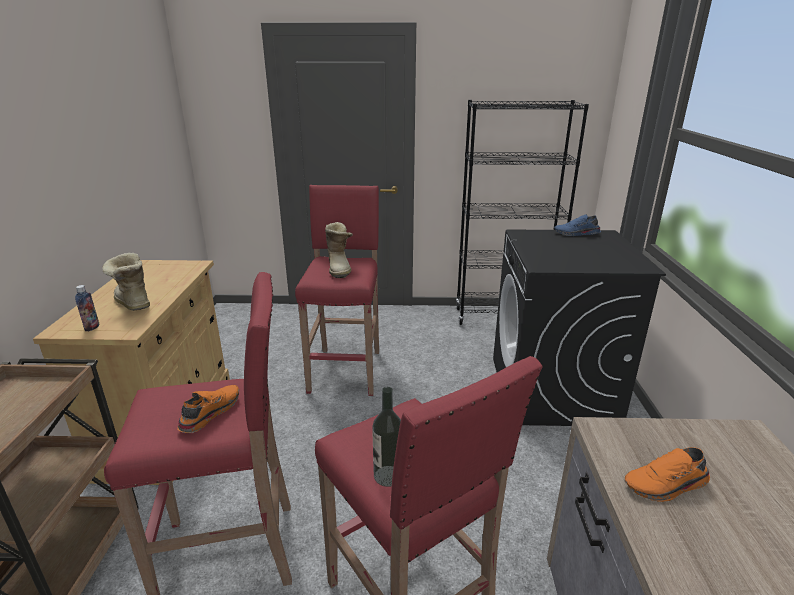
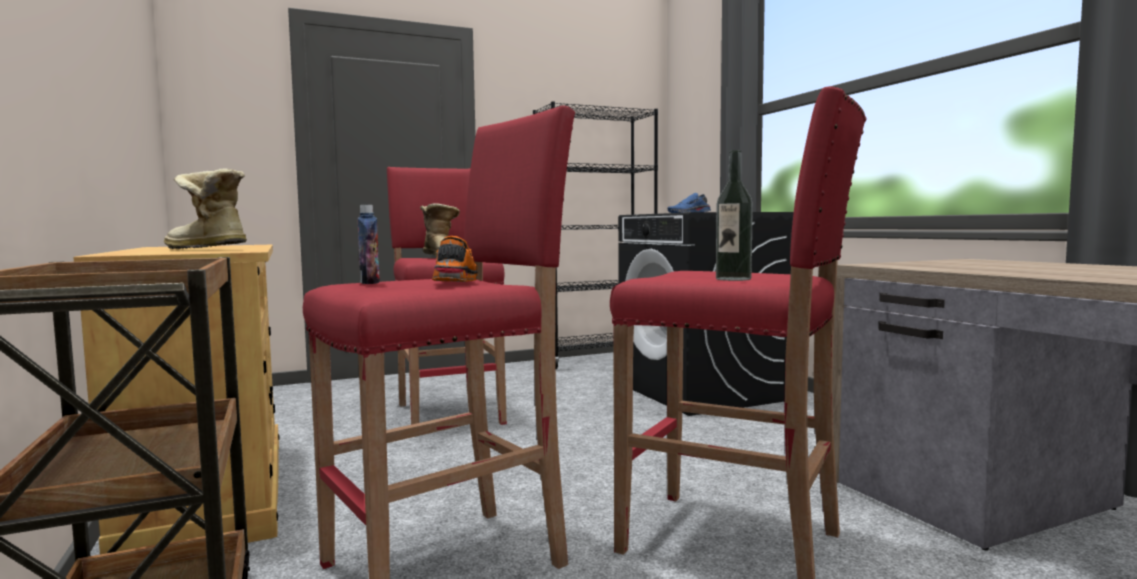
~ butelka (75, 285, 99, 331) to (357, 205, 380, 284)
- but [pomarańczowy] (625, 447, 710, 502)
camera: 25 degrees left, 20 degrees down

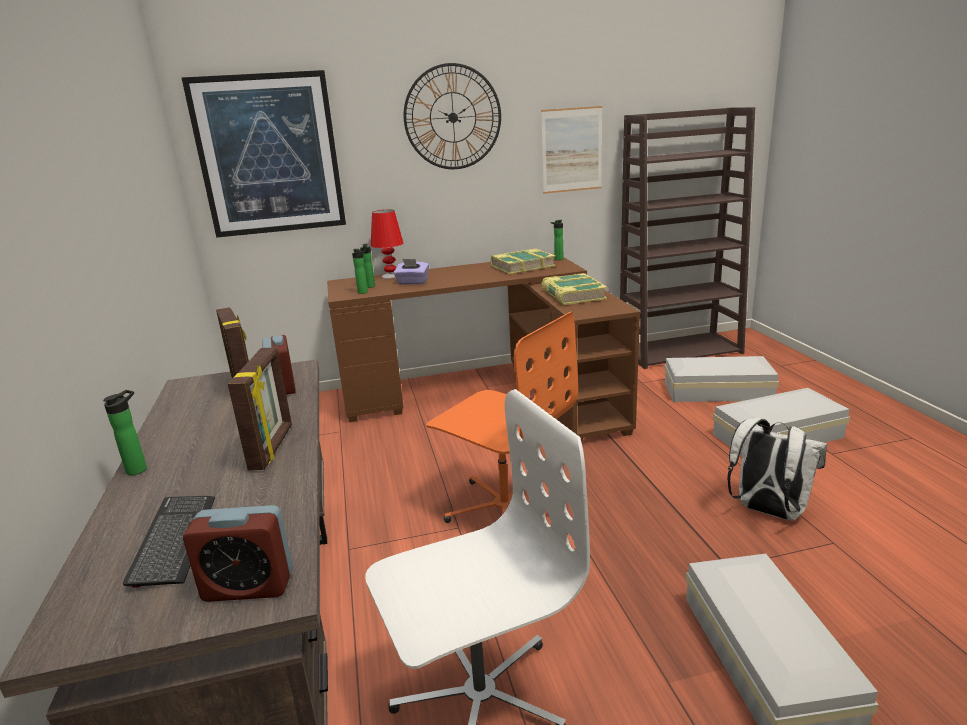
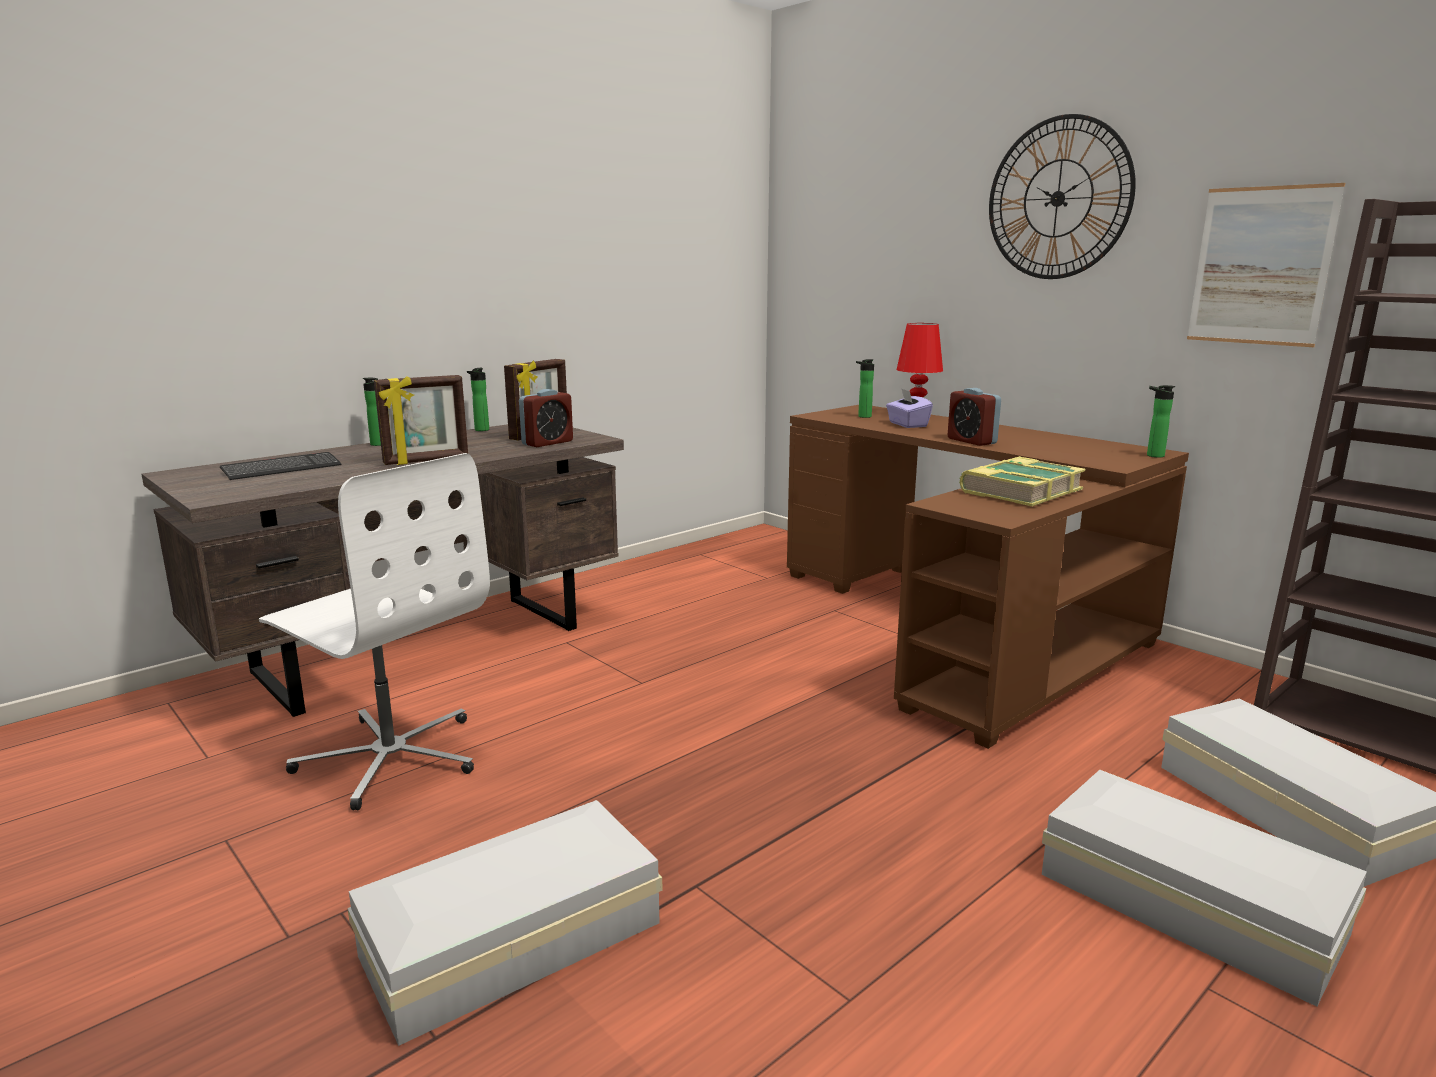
~ butelka (352, 249, 368, 294) to (467, 368, 489, 431)
~ budzik (183, 505, 293, 602) to (948, 388, 1001, 446)
- obraz (182, 70, 346, 238)
- krzesło biurowe [pomarańczowy] (426, 312, 578, 523)
- książka (491, 248, 555, 274)
- plecak [biały] (727, 418, 827, 520)
camera: 60 degrees right, 5 degrees down

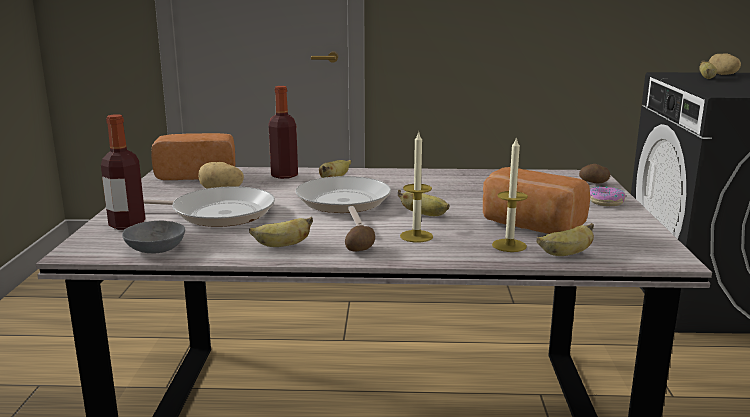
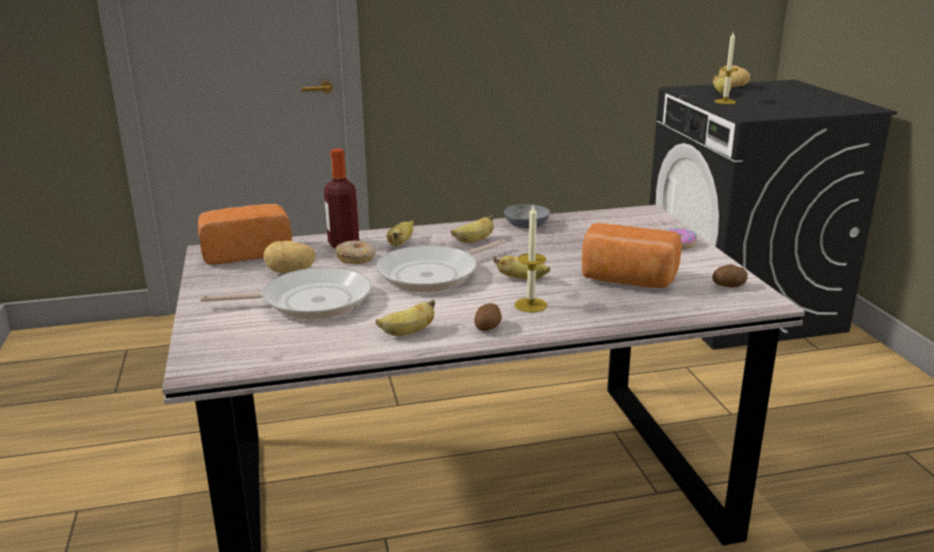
+ donut (335, 241, 376, 264)
~ patelnia (296, 176, 391, 226) = (376, 239, 506, 292) 105 degrees counterclockwise
~ banan (536, 223, 594, 256) to (451, 215, 494, 243)
~ miska [szary] (122, 221, 185, 253) to (504, 204, 550, 228)
~ ziemniak (579, 164, 610, 183) to (712, 264, 748, 288)
~ świeca (492, 136, 528, 252) to (714, 32, 738, 104)
- butelka (101, 114, 145, 230)
camera: 15 degrees left, 5 degrees up

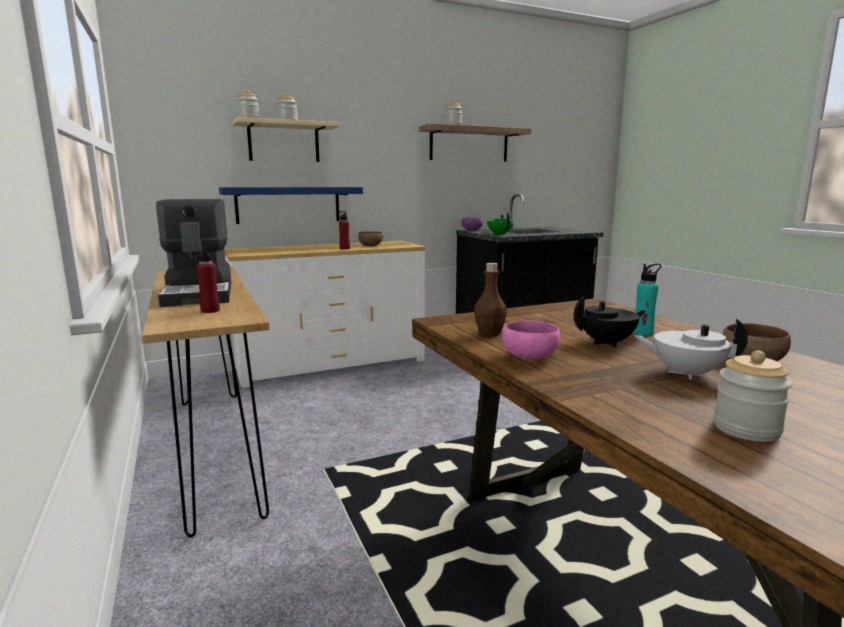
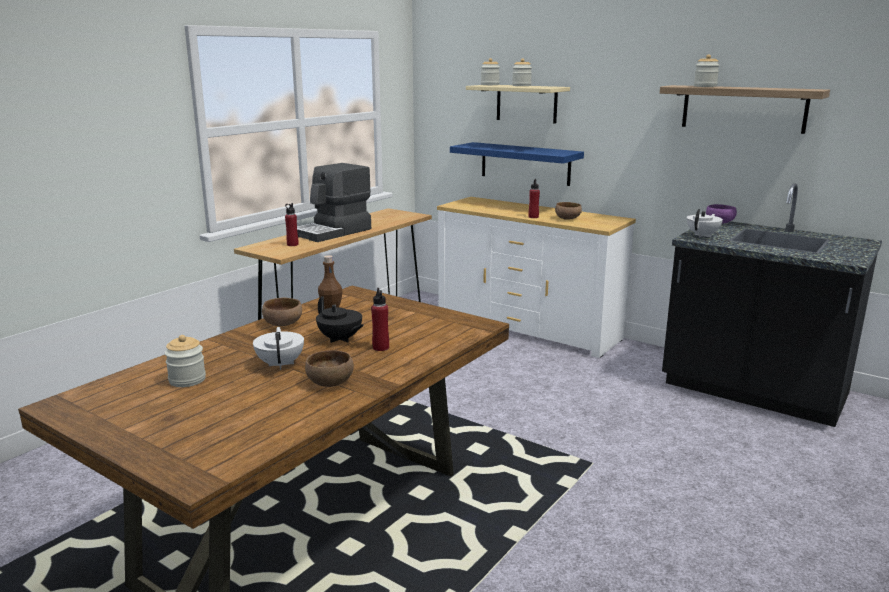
~ miska [różowy] (502, 320, 561, 360) to miska [brązowy] (262, 298, 302, 326)
~ butelka [turkusowy] (633, 264, 661, 337) to butelka [czerwony] (371, 288, 389, 351)
~ imbryk [zielony] (487, 212, 513, 235) to imbryk [biały] (687, 209, 723, 237)
camera: 60 degrees right, 5 degrees up

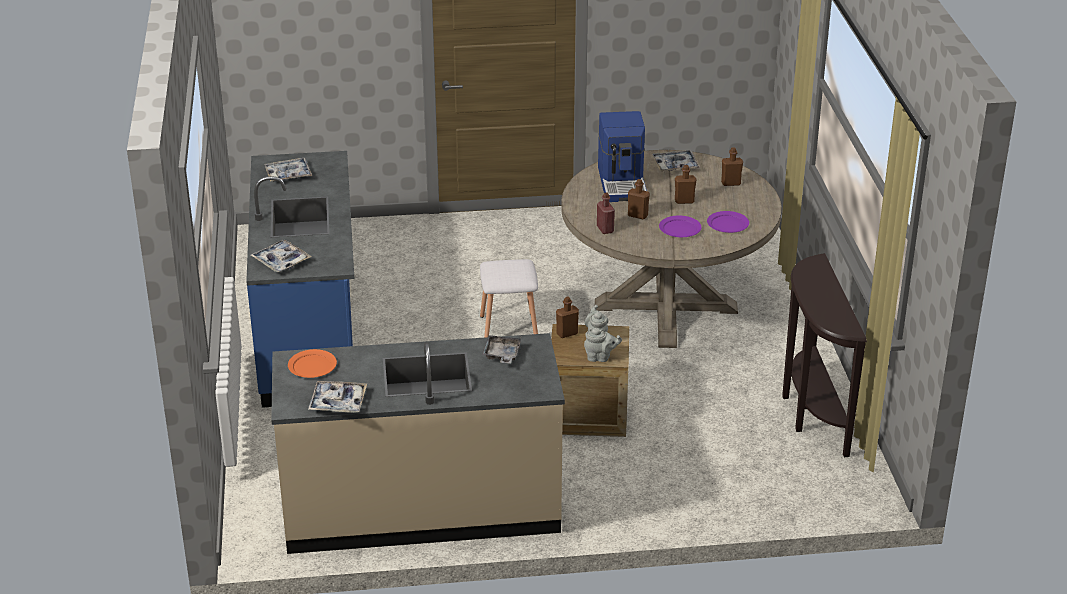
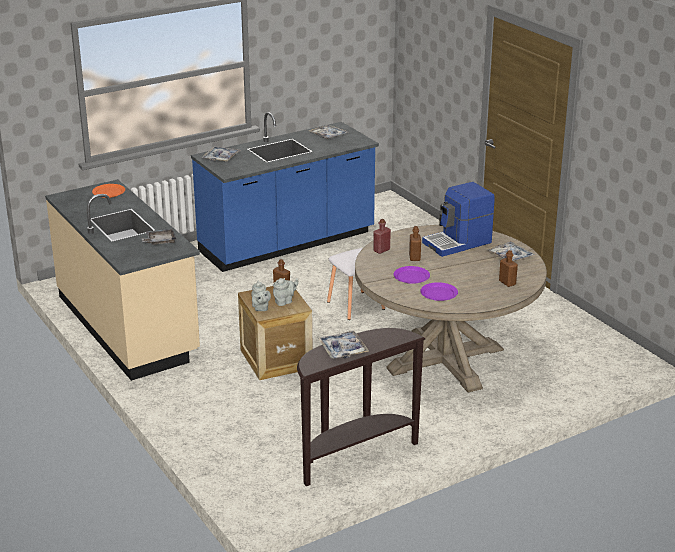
~ taca (308, 381, 367, 413) to (318, 331, 369, 359)
- butelka [brązowy] (675, 165, 697, 204)
camera: 65 degrees right, 5 degrees down

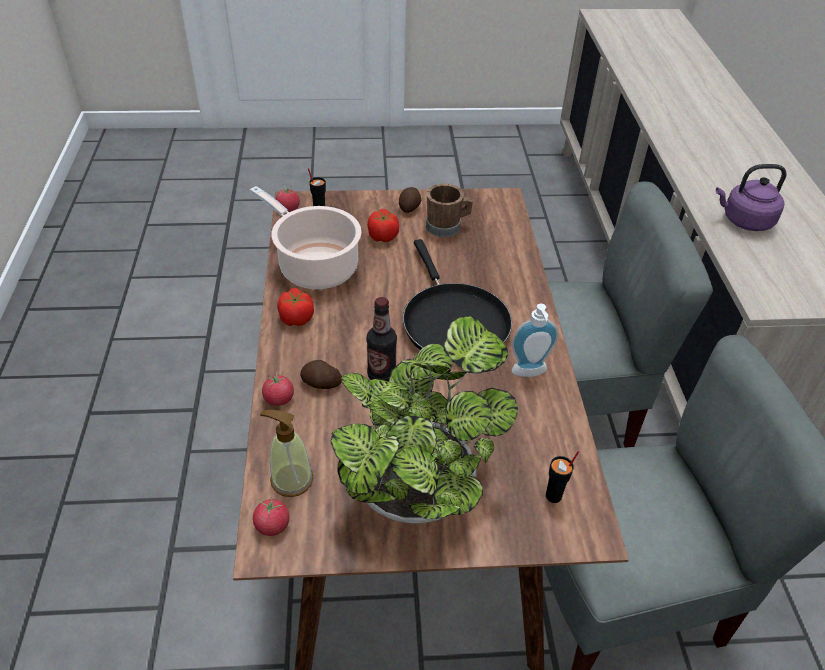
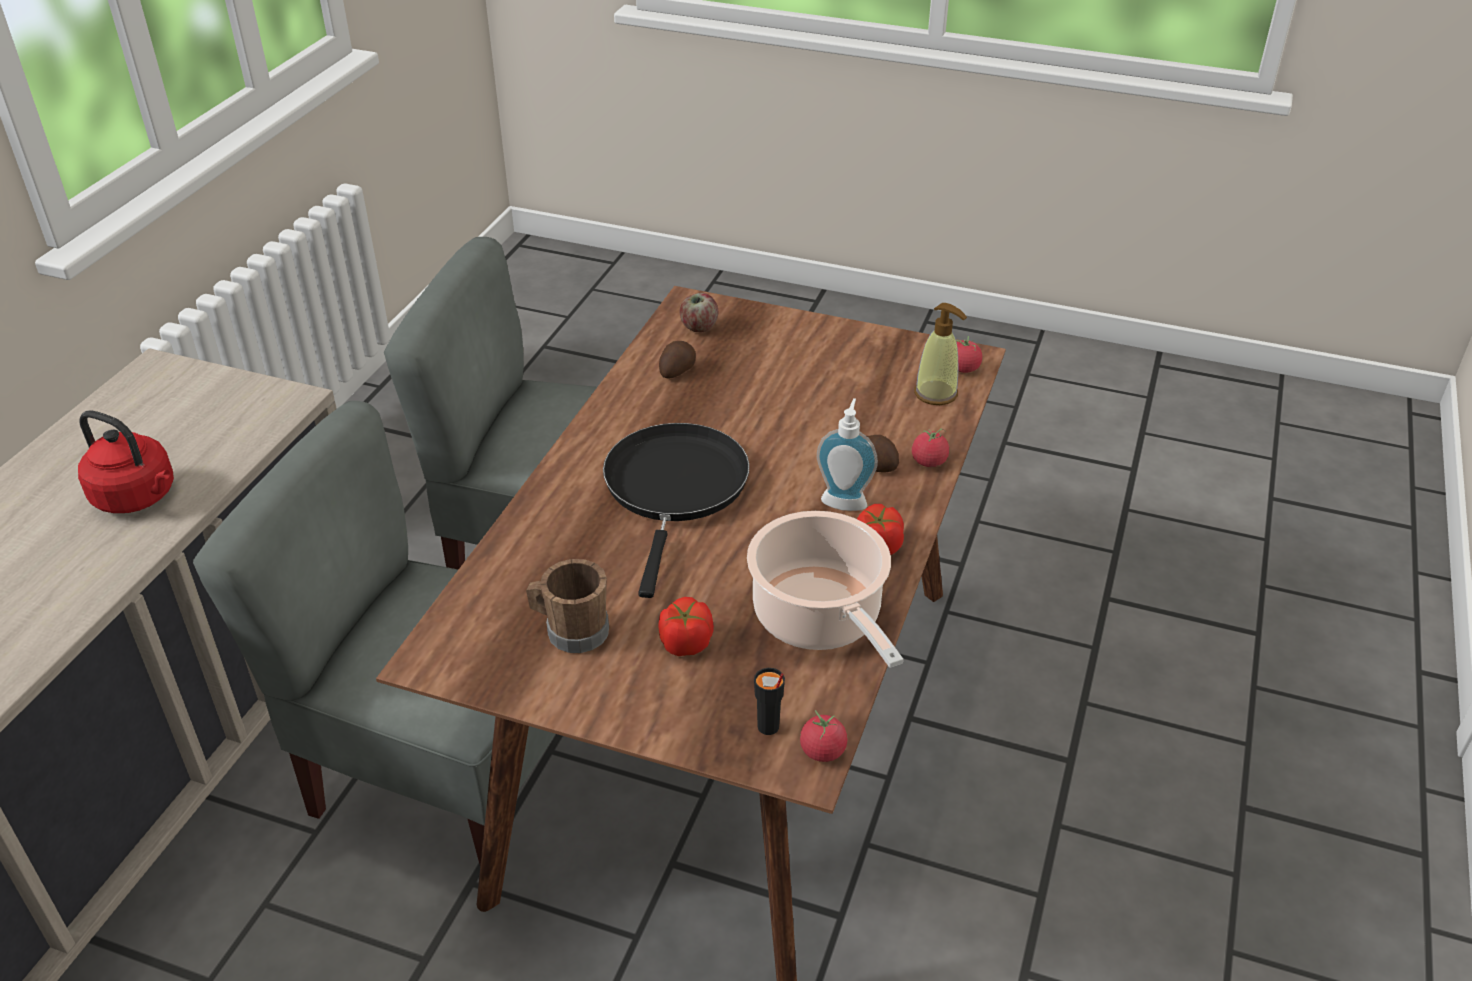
~ czajnik [fioletowy] (716, 164, 787, 231) to czajnik [czerwony] (78, 411, 174, 513)
~ ziemniak (399, 187, 421, 213) to (659, 341, 696, 378)
~ filiżanka [czarny] (546, 451, 579, 503) to jabłko (680, 293, 718, 332)
~ dozownik mydła (511, 304, 559, 377) to (817, 398, 878, 511)
- roślina doniczkowa (330, 315, 518, 524)
- butelka (367, 297, 397, 382)
camera: 155 degrees left, 5 degrees down

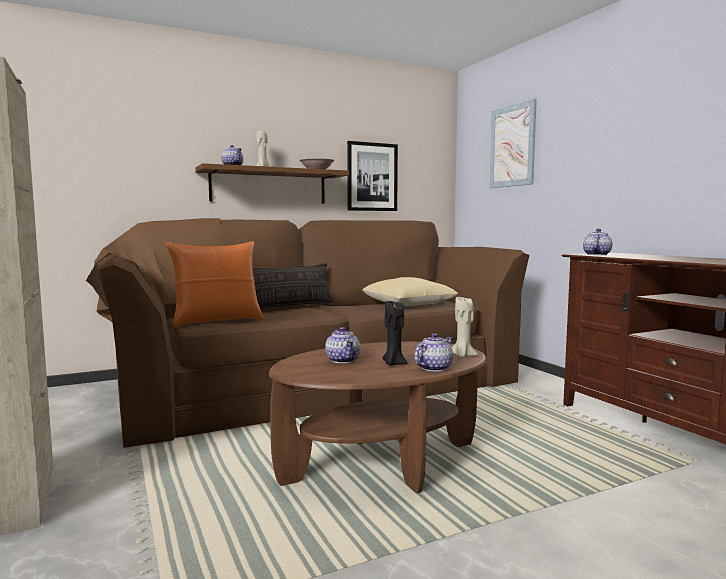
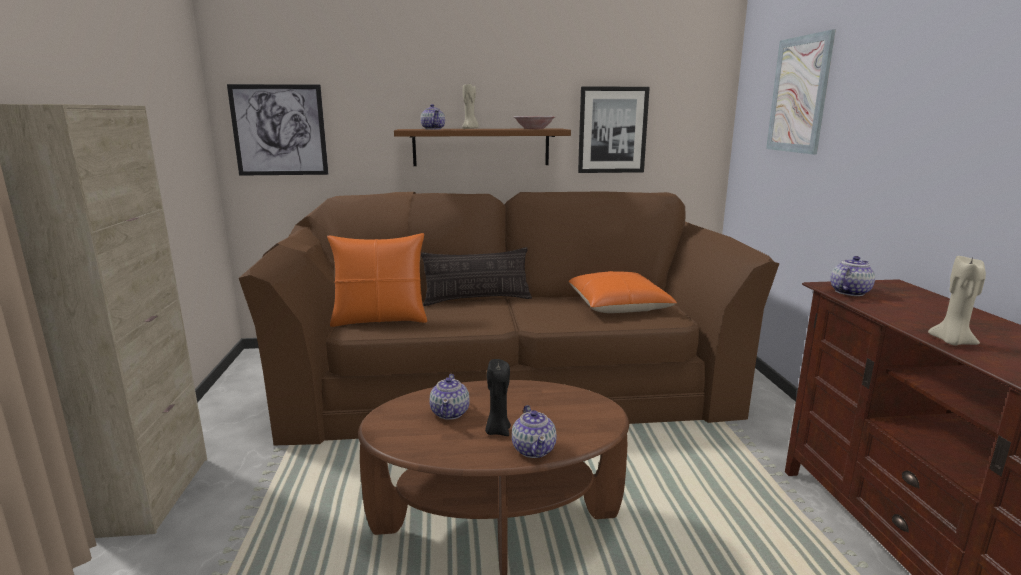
+ obraz (227, 84, 328, 176)
~ imbryk (414, 333, 453, 372) = (512, 405, 557, 458) 105 degrees clockwise
~ poduszka [beżowy] (362, 277, 458, 306) to poduszka [pomarańczowy] (569, 271, 677, 313)
~ świeca [beżowy] (452, 297, 478, 357) to (928, 256, 986, 346)
camera: 20 degrees right, 10 degrees up

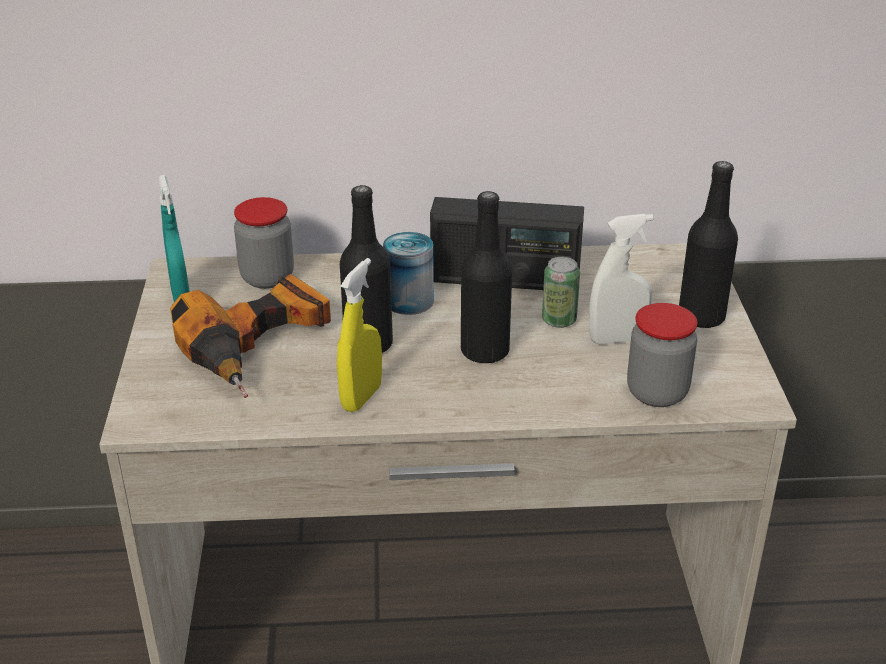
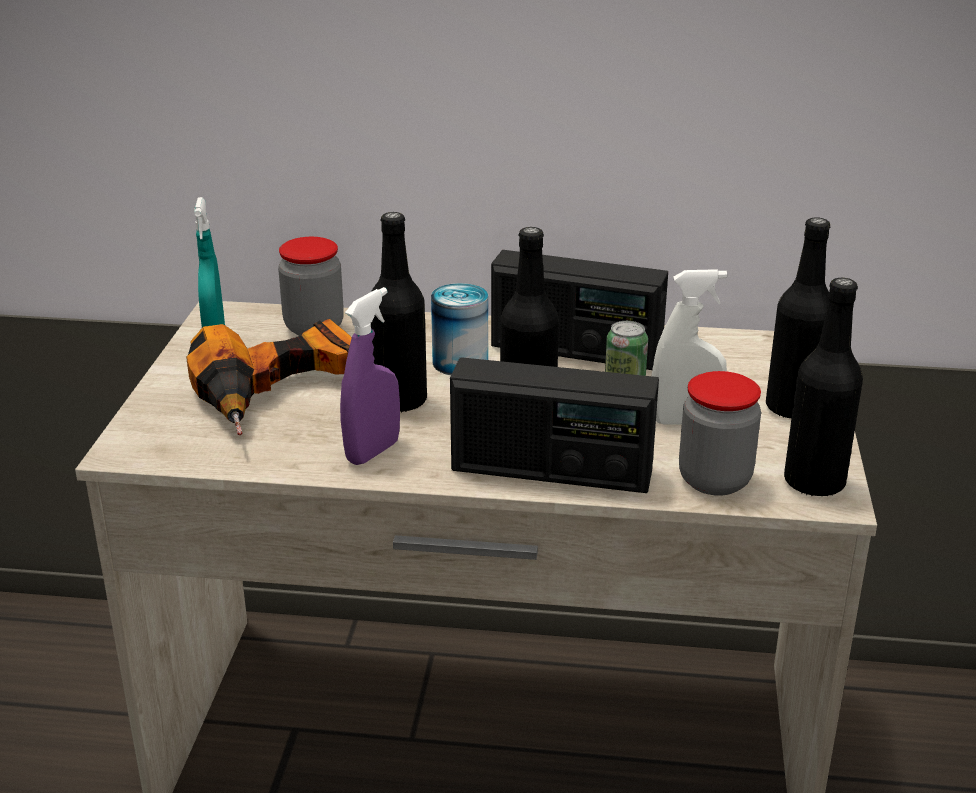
~ spryskiwacz [żółty] (337, 258, 382, 412) to spryskiwacz [fioletowy] (340, 287, 400, 465)
+ radio (450, 357, 659, 493)
+ butelka [czarny] (784, 278, 863, 497)
camera: 10 degrees right, 5 degrees down

